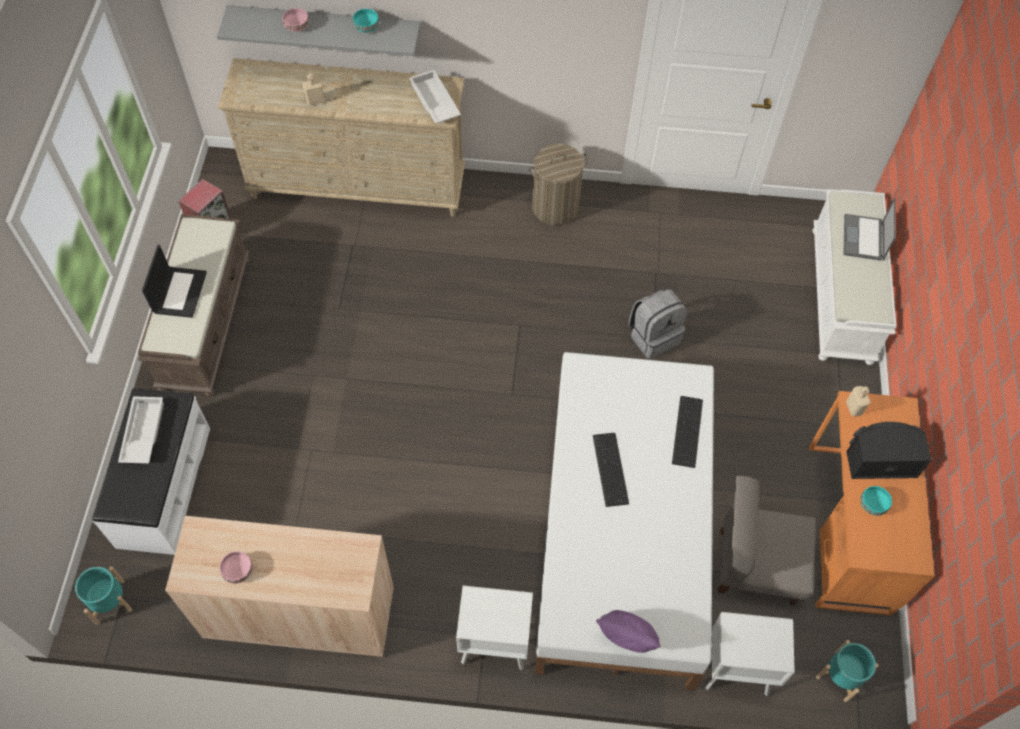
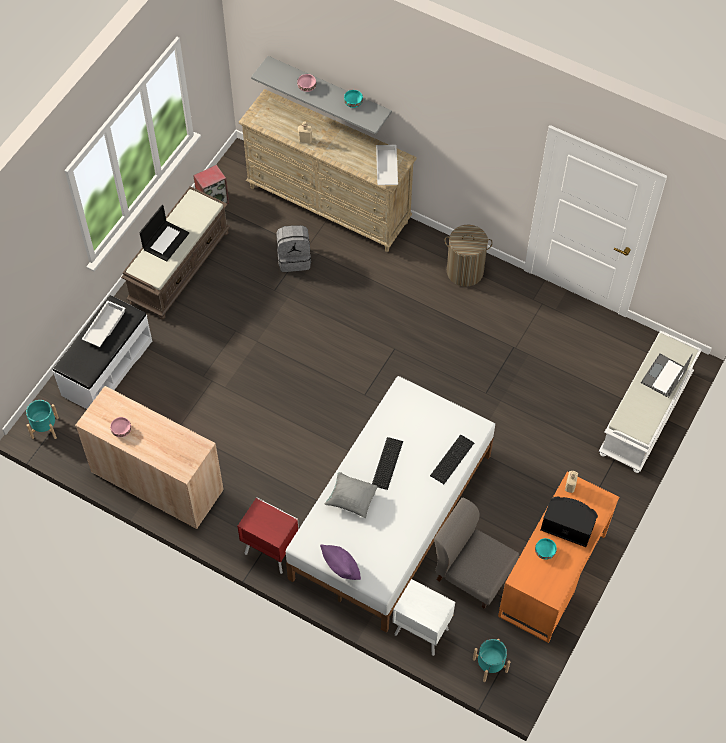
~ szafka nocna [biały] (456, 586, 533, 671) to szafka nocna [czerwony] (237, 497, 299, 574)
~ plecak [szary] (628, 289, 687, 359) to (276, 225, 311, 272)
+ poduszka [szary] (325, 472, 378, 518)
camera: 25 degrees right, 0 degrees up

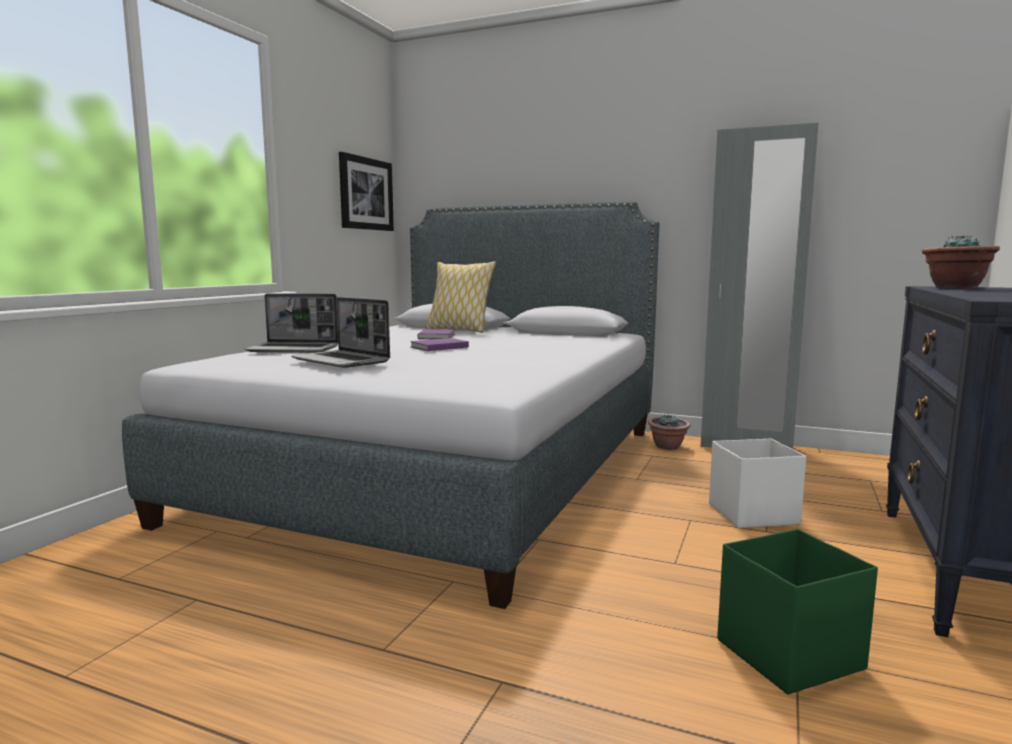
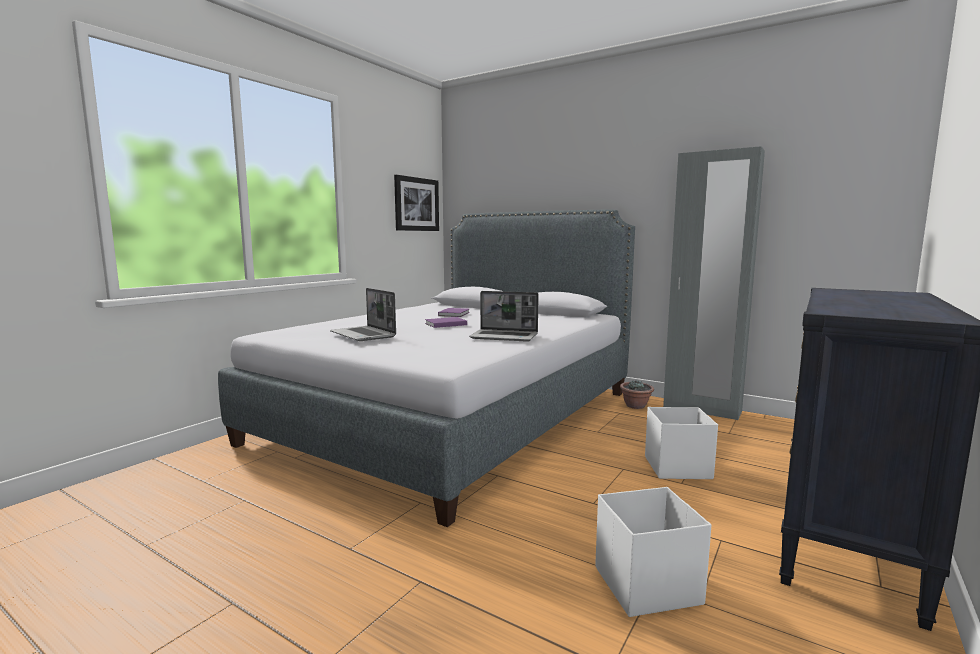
~ laptop (245, 294, 338, 353) to (469, 291, 539, 342)
~ pojemnik do przechowywania [zielony] (717, 529, 878, 695) to pojemnik do przechowywania [biały] (595, 487, 711, 617)
- poduszka (425, 261, 496, 333)
- roślina doniczkowa (922, 235, 1000, 289)
camera: 10 degrees right, 0 degrees up

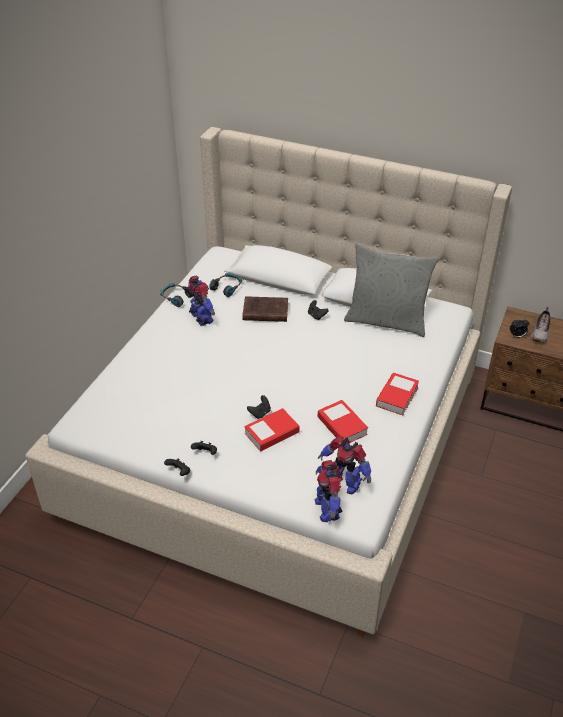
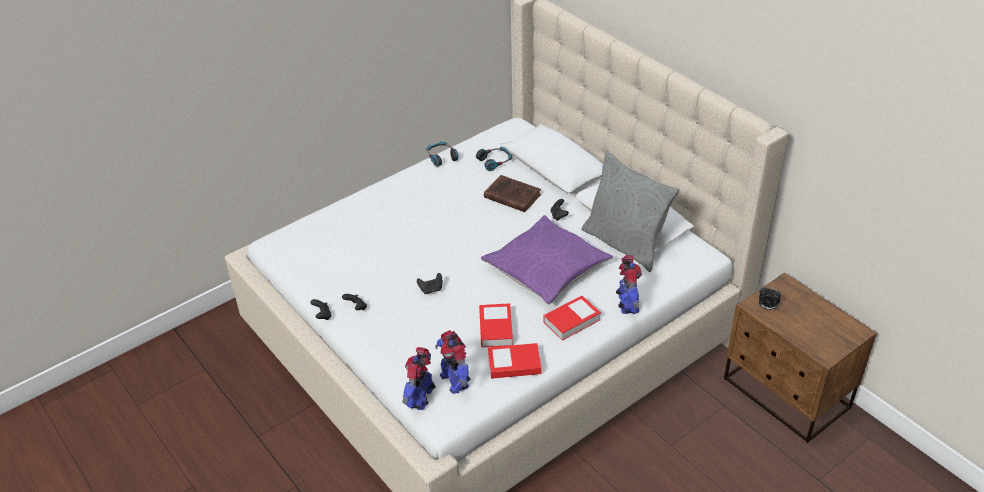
+ poduszka [fioletowy] (481, 215, 613, 304)
~ książka (244, 408, 300, 451) to (488, 343, 541, 379)
~ robot zabawkowy (188, 275, 215, 326) to (616, 255, 642, 314)
- but (531, 307, 551, 343)
camera: 30 degrees right, 0 degrees up

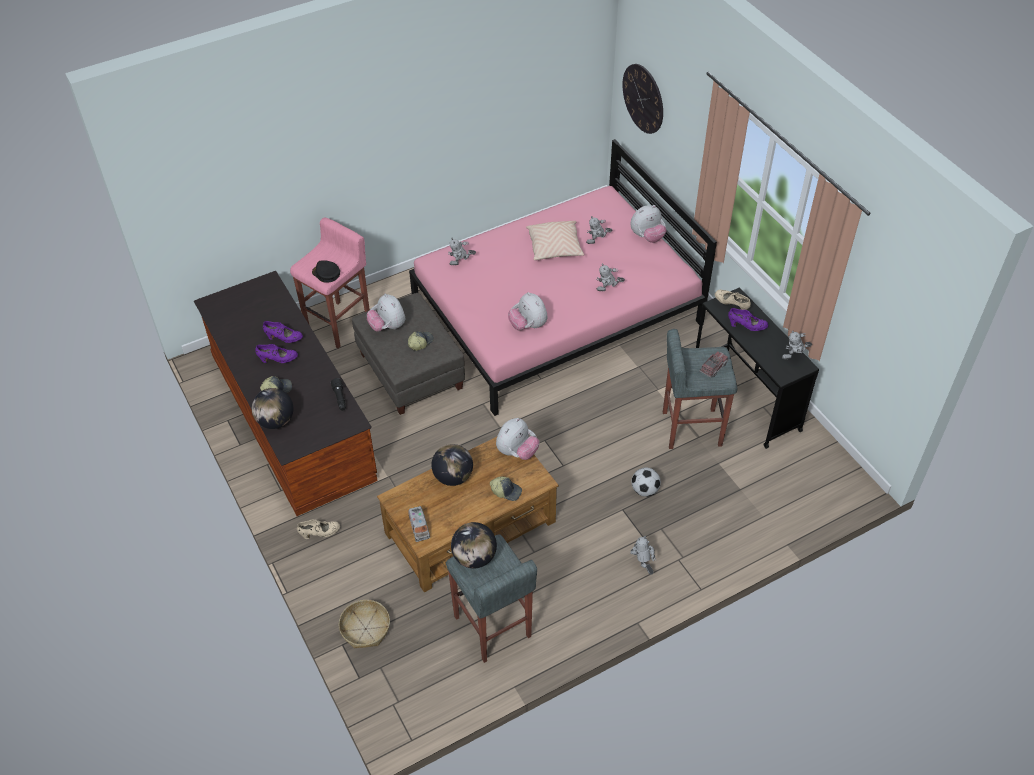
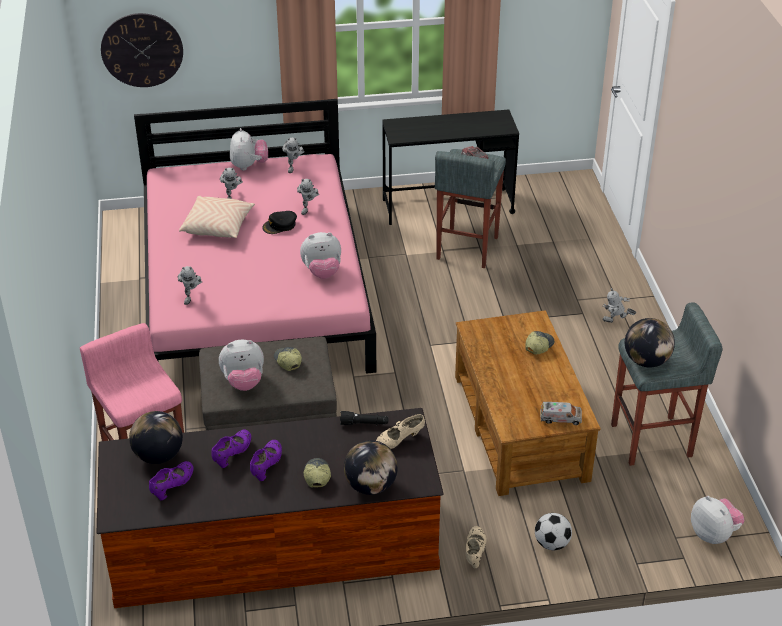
~ globus (431, 444, 473, 486) to (129, 411, 183, 464)
~ but [fioletowy] (728, 308, 768, 331) to (149, 461, 194, 500)
~ czapka z daszkiem [czarny] (312, 260, 340, 283) to (262, 211, 297, 234)
~ robot zabawkowy (782, 331, 812, 359) to (282, 138, 305, 173)
~ but [beżowy] (715, 290, 751, 310) to (376, 414, 425, 449)
~ piłka futbolowa (632, 467, 661, 497) to (535, 513, 572, 550)
~ pluszak (496, 418, 540, 460) to (691, 496, 744, 544)
- koszyk (339, 600, 390, 648)
camera: 70 degrees left, 10 degrees down

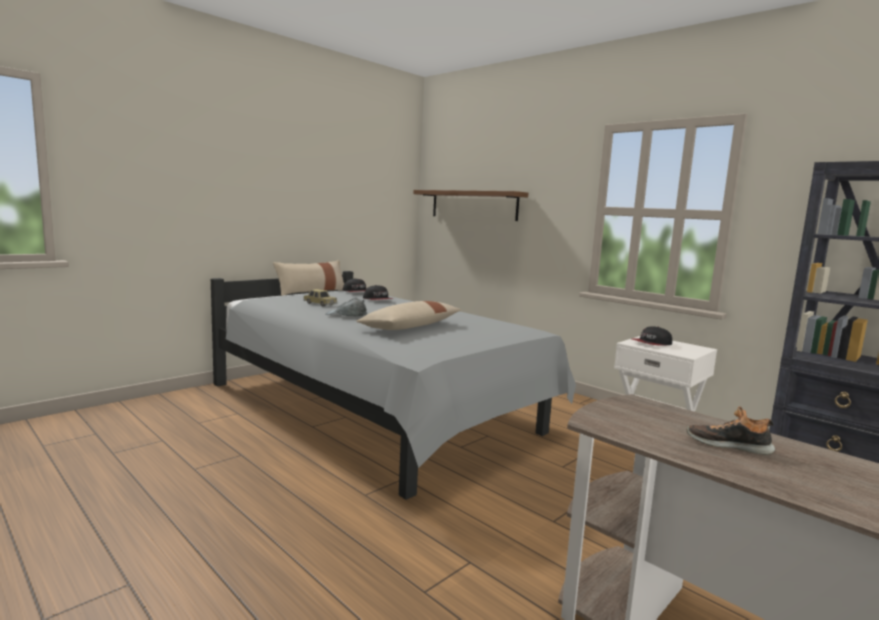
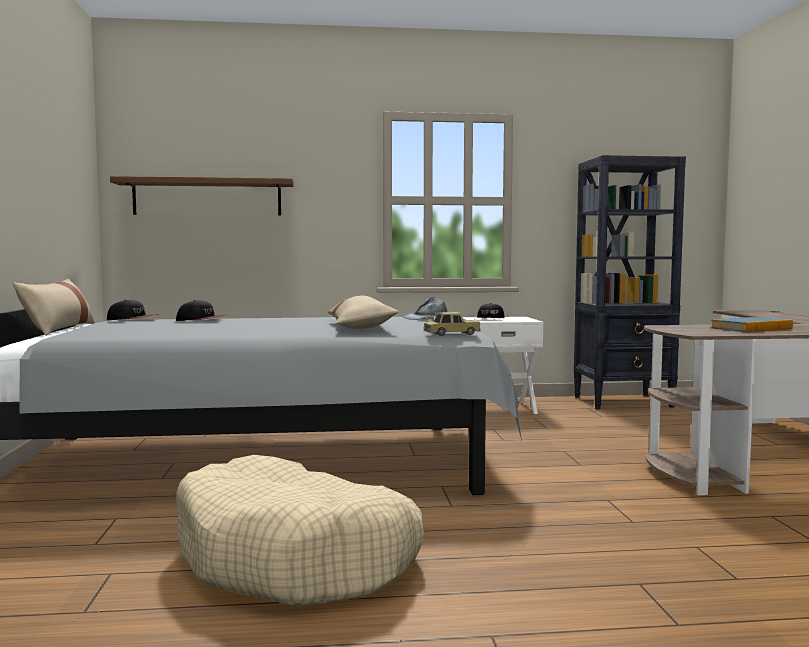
+ legowisko [beżowy] (176, 455, 424, 607)
~ czapka z daszkiem [szary] (325, 297, 367, 316) to (403, 297, 447, 320)
~ samochodzik (304, 289, 337, 306) to (423, 312, 481, 336)
~ but (686, 406, 775, 455) to książka (711, 317, 793, 332)
camera: 50 degrees left, 5 degrees down

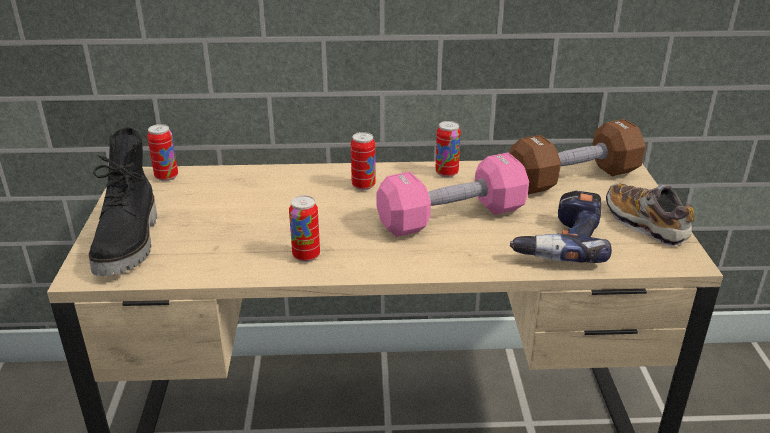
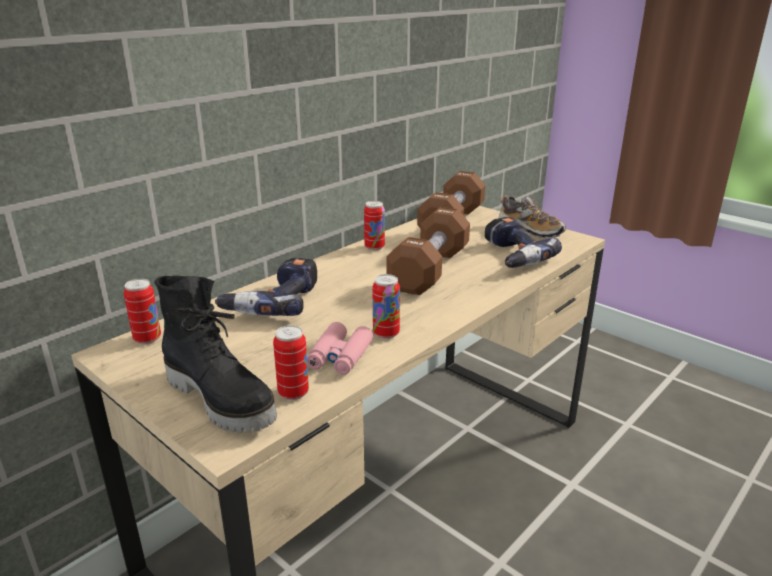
+ wiertarka (215, 258, 317, 316)
~ puszka (351, 132, 376, 190) to (273, 325, 309, 400)
+ lornetka [różowy] (307, 322, 373, 375)
~ hantel [różowy] (376, 153, 529, 237) to hantel [brązowy] (386, 207, 470, 295)
~ but (606, 183, 694, 246) = (499, 195, 566, 239) 150 degrees counterclockwise
camera: 45 degrees left, 5 degrees down

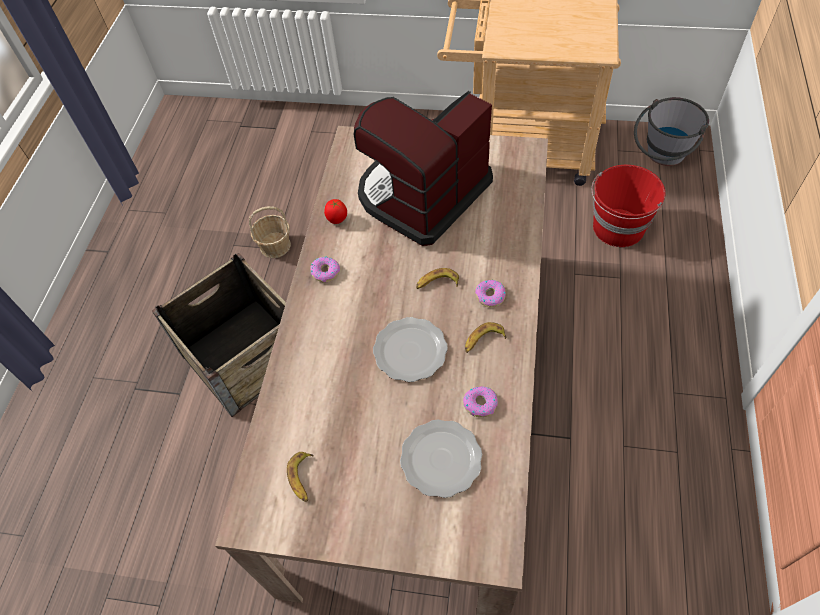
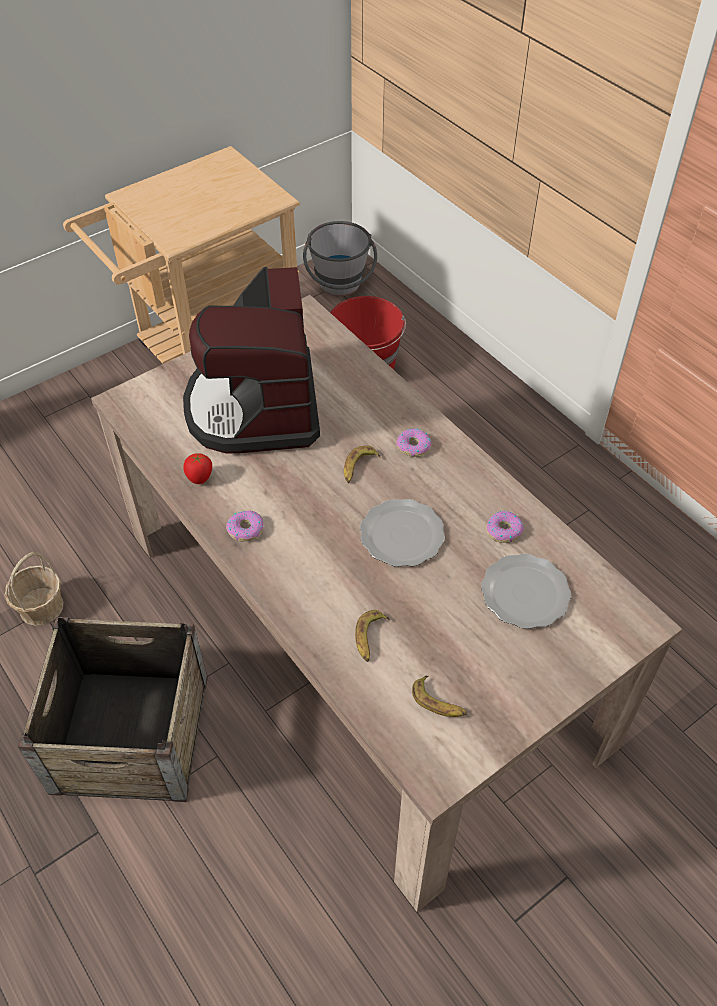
~ banan (465, 322, 506, 353) to (355, 610, 390, 662)
camera: 50 degrees left, 5 degrees down

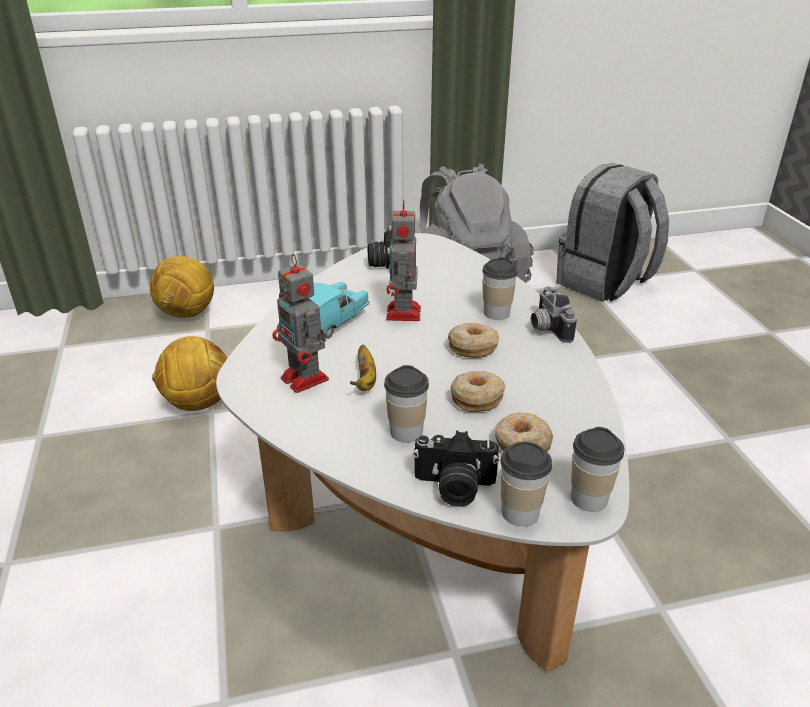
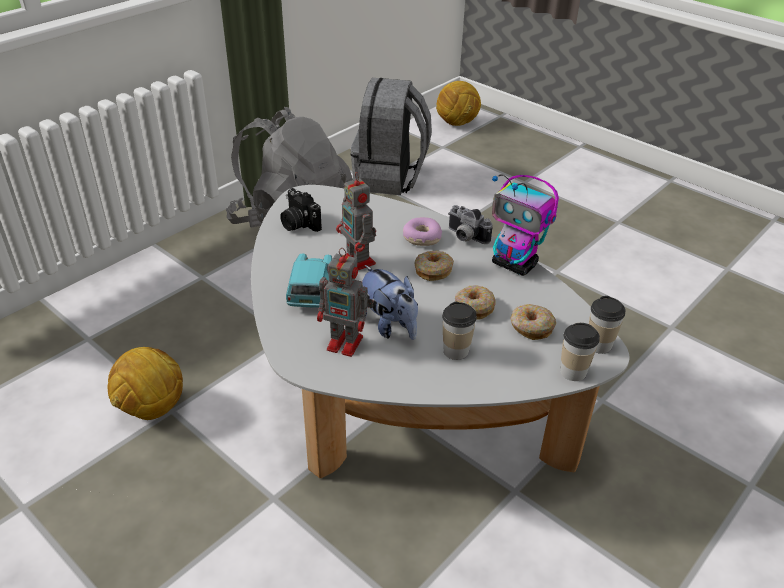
~ banan (350, 345, 376, 391) to pluszak (362, 265, 418, 340)
~ filiżanka (482, 257, 518, 320) to donut (403, 217, 442, 246)
~ piłka futbolowa (150, 256, 214, 318) to (436, 81, 481, 126)
+ robot zabawkowy (492, 174, 559, 276)
- aparat fotograficzny (413, 431, 499, 507)
camera: 35 degrees left, 5 degrees up

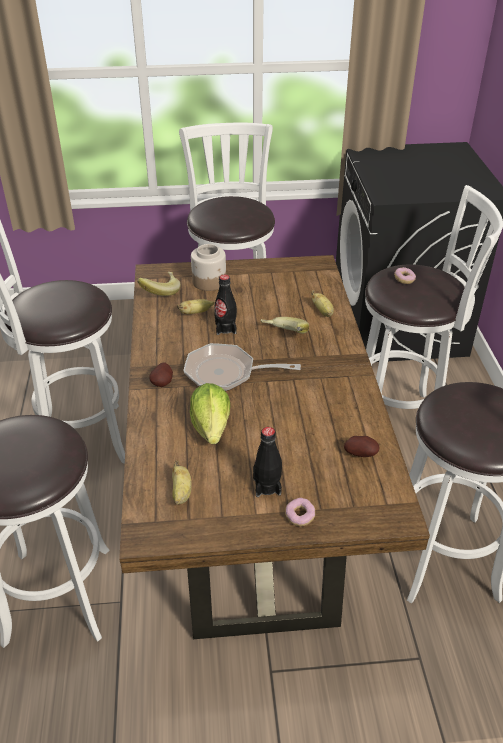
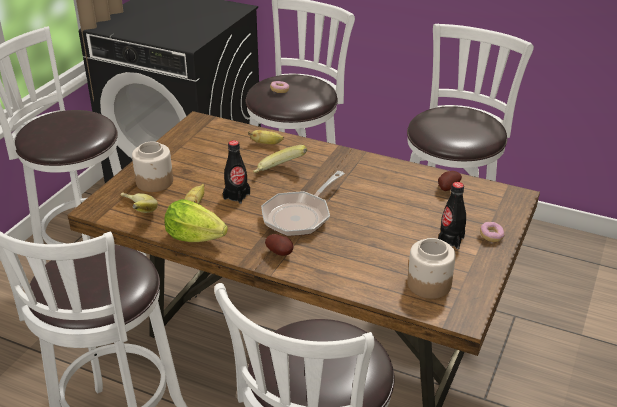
~ sałata (190, 383, 230, 444) to (164, 199, 228, 242)
~ banan (172, 461, 192, 505) to słoik (407, 238, 456, 299)
camera: 60 degrees left, 5 degrees down

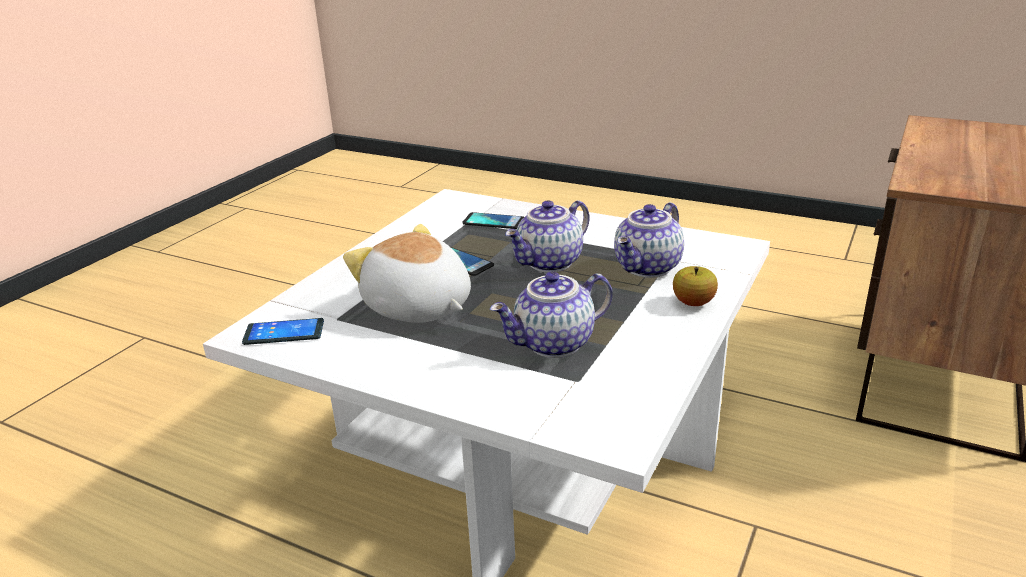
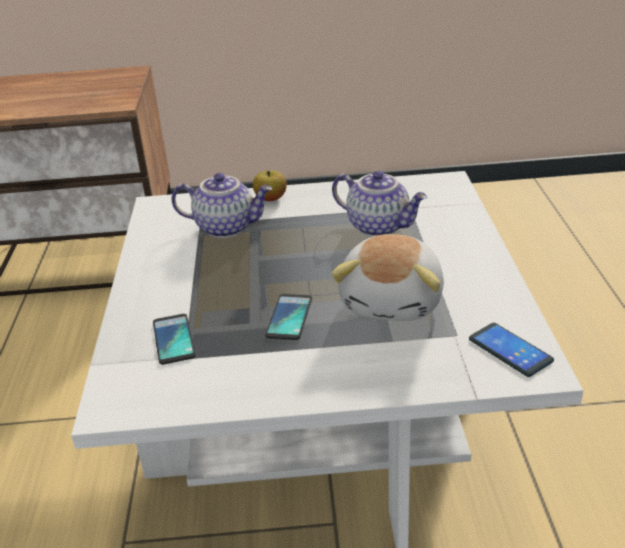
- imbryk (505, 200, 590, 272)
camera: 120 degrees left, 5 degrees up

